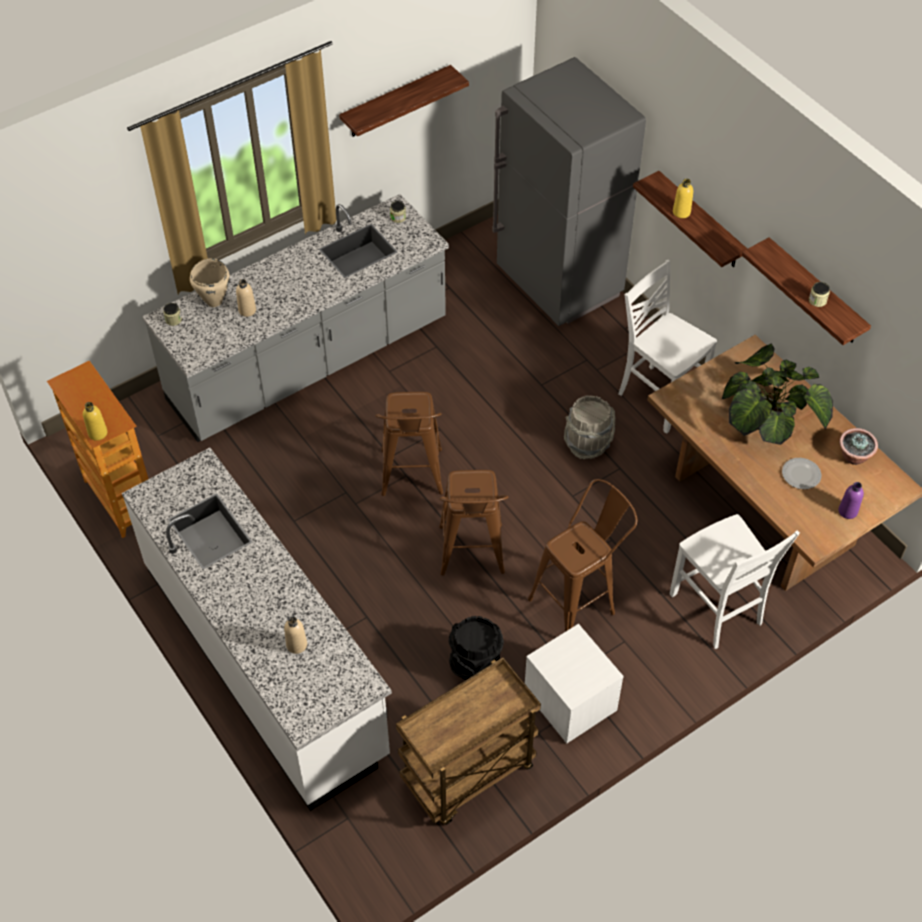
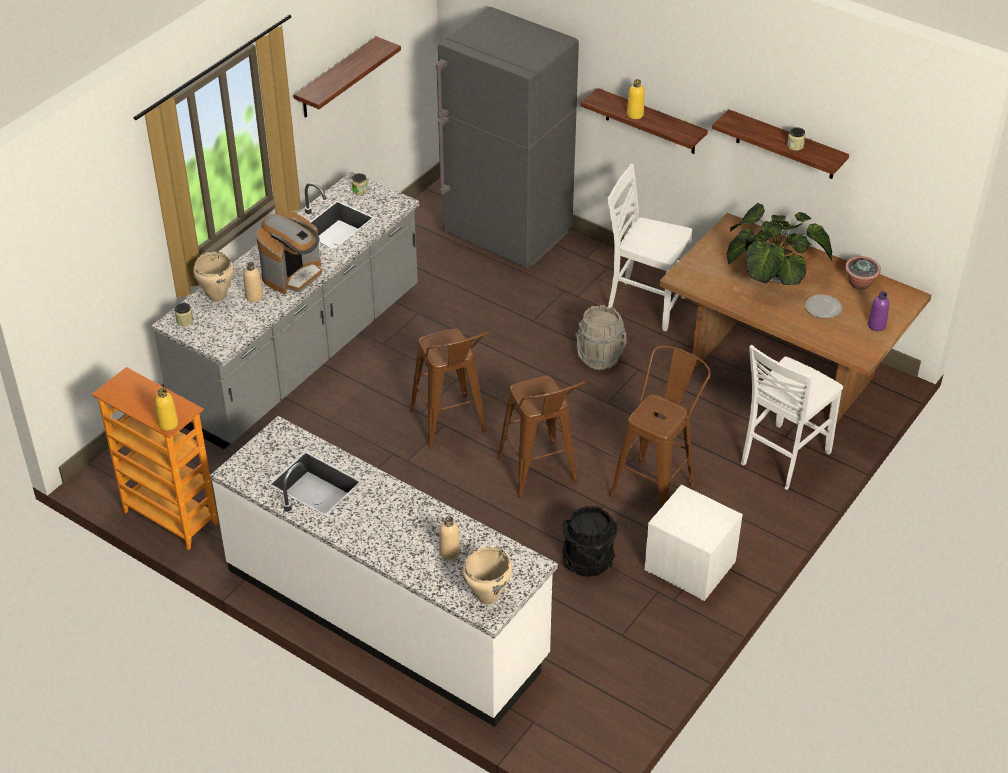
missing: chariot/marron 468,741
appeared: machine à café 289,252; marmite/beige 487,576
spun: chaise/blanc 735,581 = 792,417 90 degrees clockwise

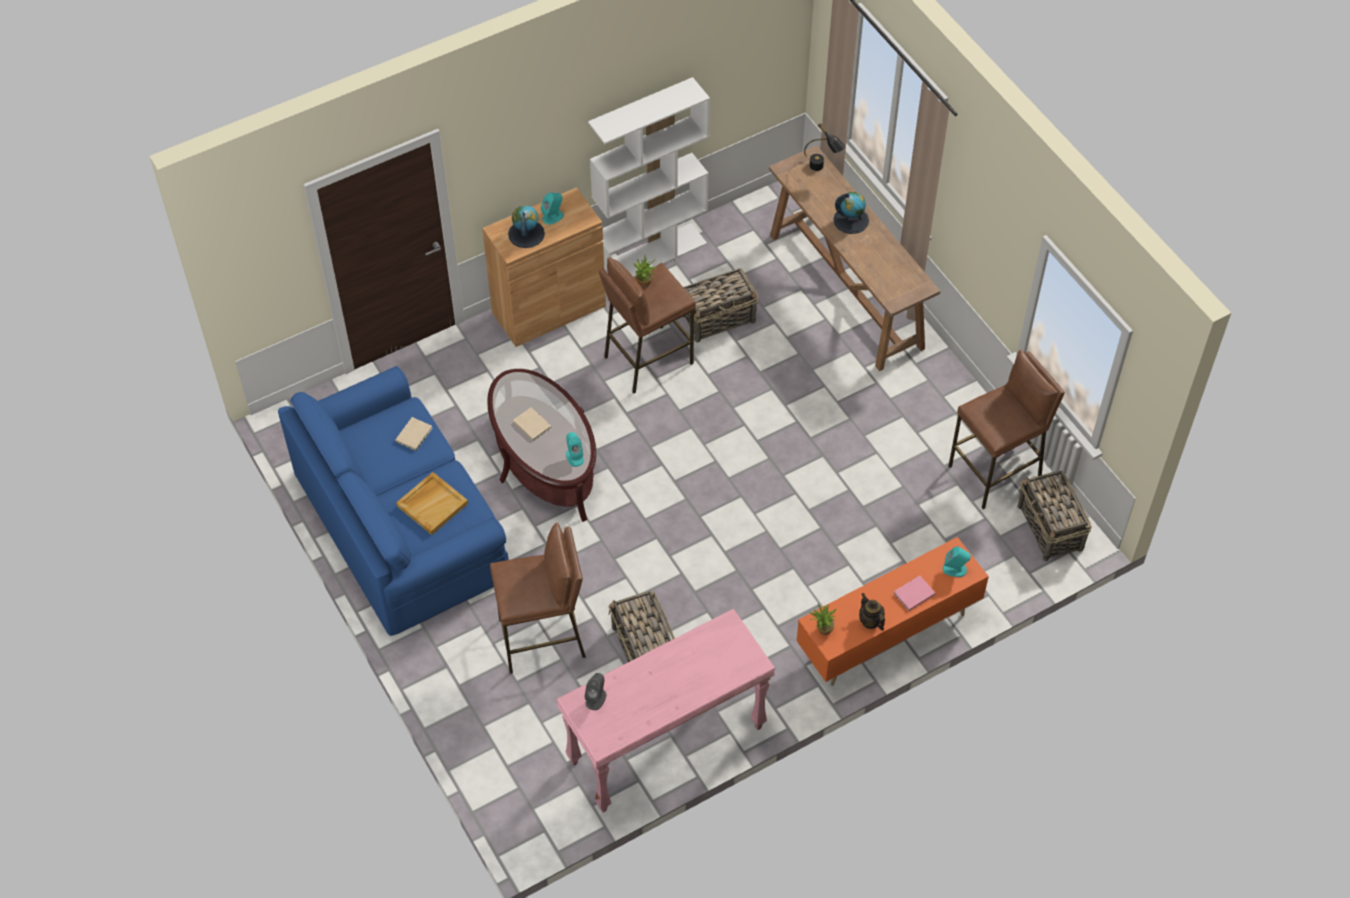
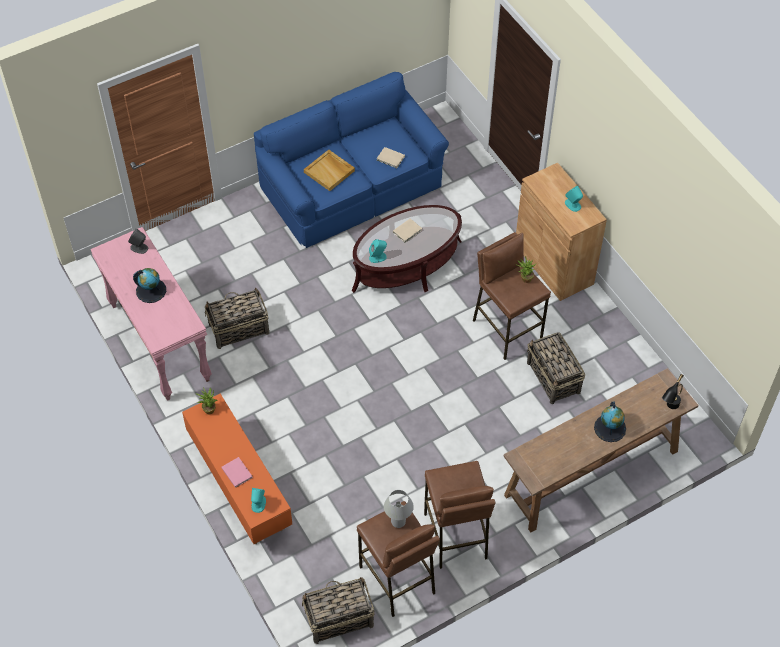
missing: bibliothèque/blanc 649,177; théière 872,611
appeared: lampe de table/blanc 399,509
relocated: globe 526,226 to 149,285; tabouret/marron 538,598 to 459,515

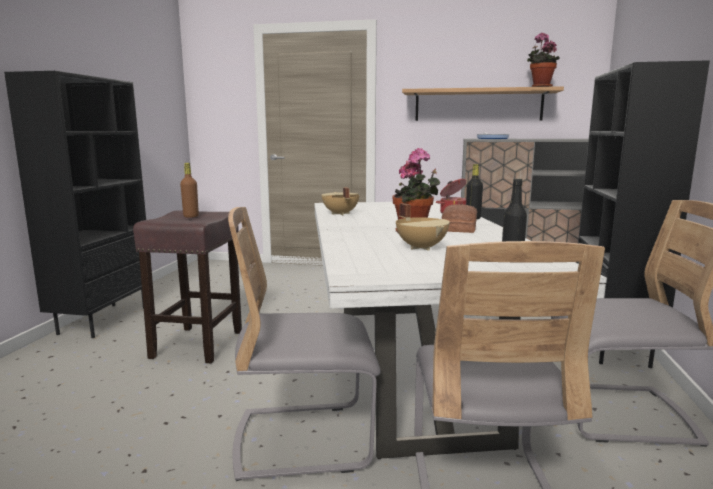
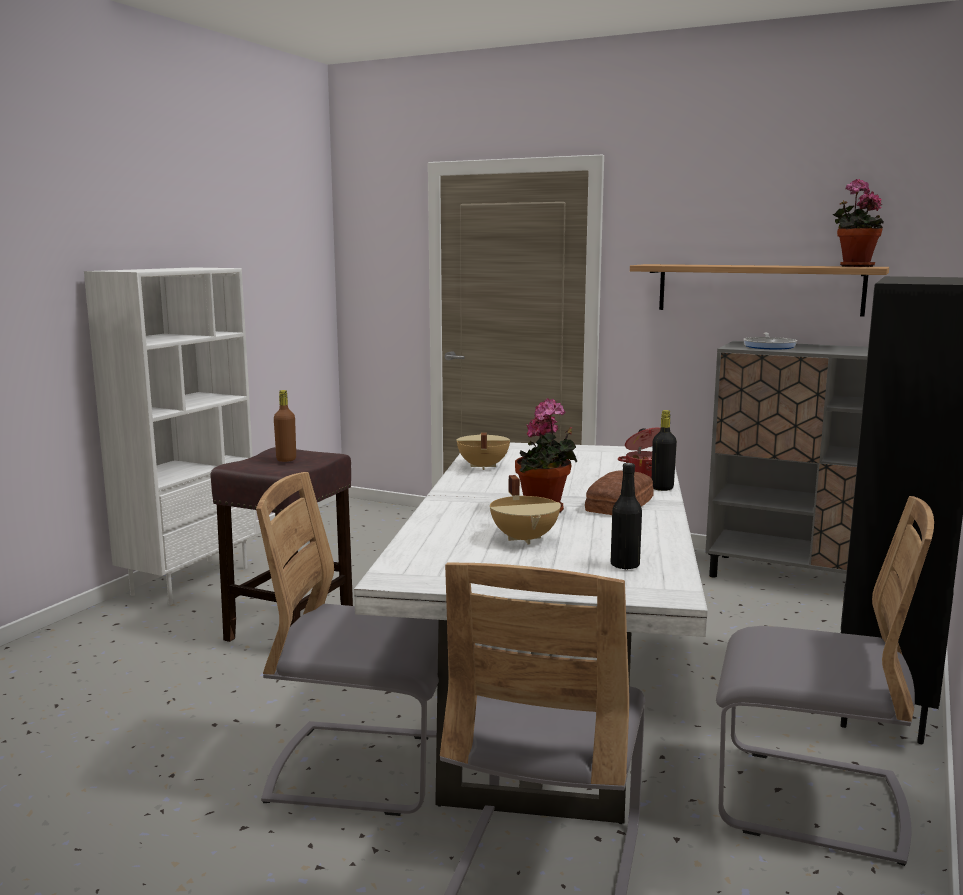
colour: bibliothèque/noir 75,204 to bibliothèque/blanc 170,436

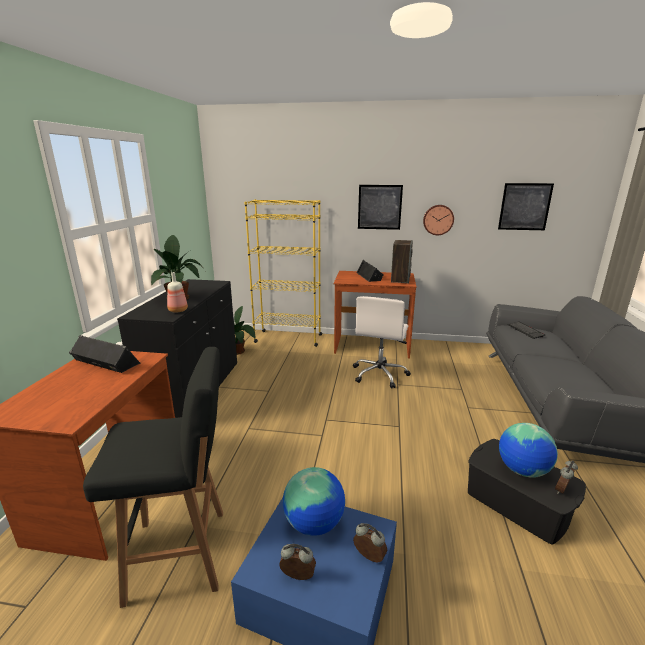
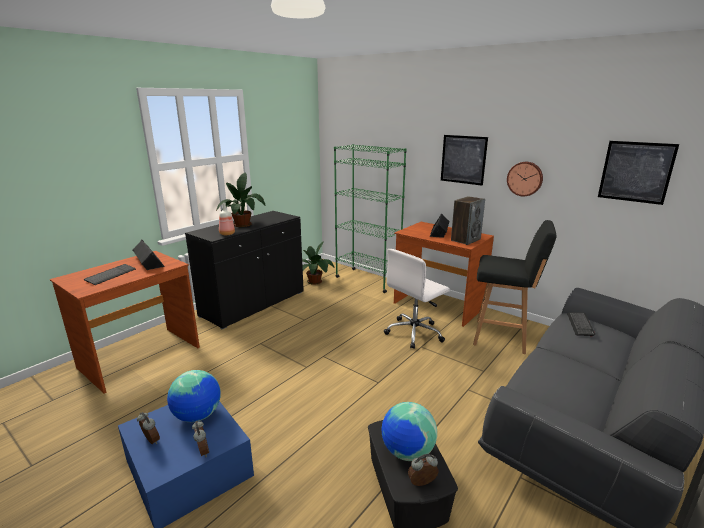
appeared: clavier 110,274
relocated: tabouret/noir 153,477 to 515,287
colour: bibliothèque/jaune 283,273 to bibliothèque/vert 370,218

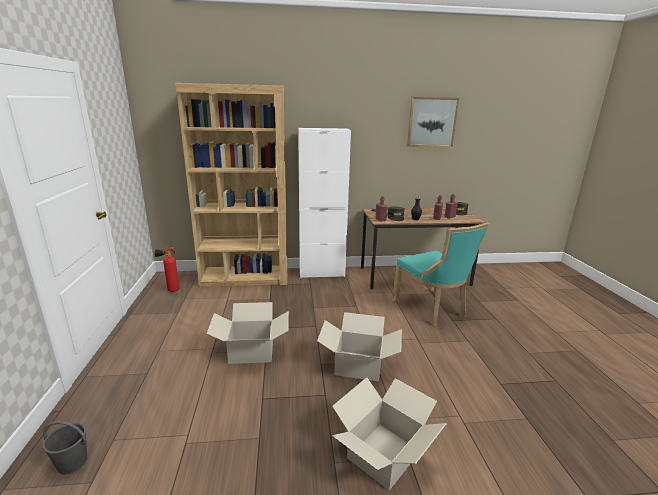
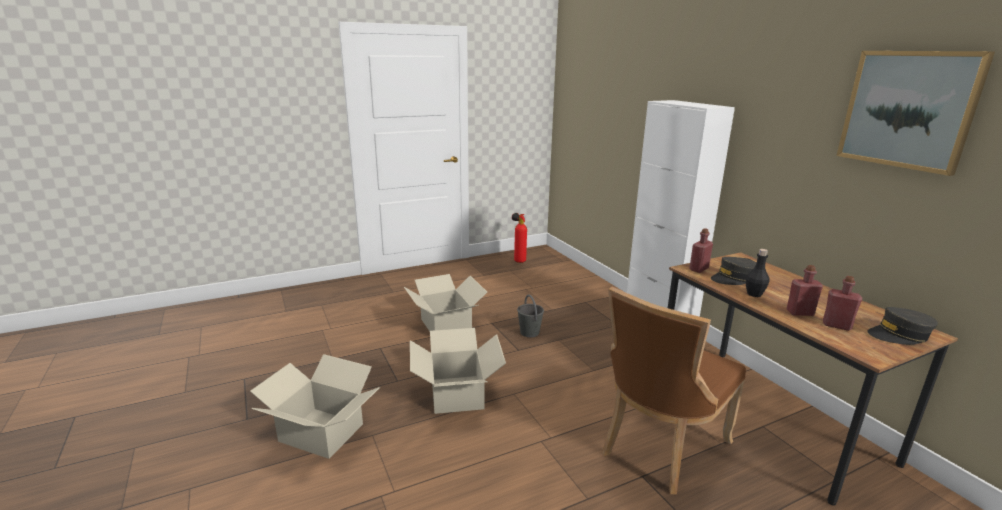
missing: bibliothèque/marron 231,185
relocated: seau/gris 65,447 to 530,315
colour: chaise/turquoise 441,274 to chaise/marron 674,391

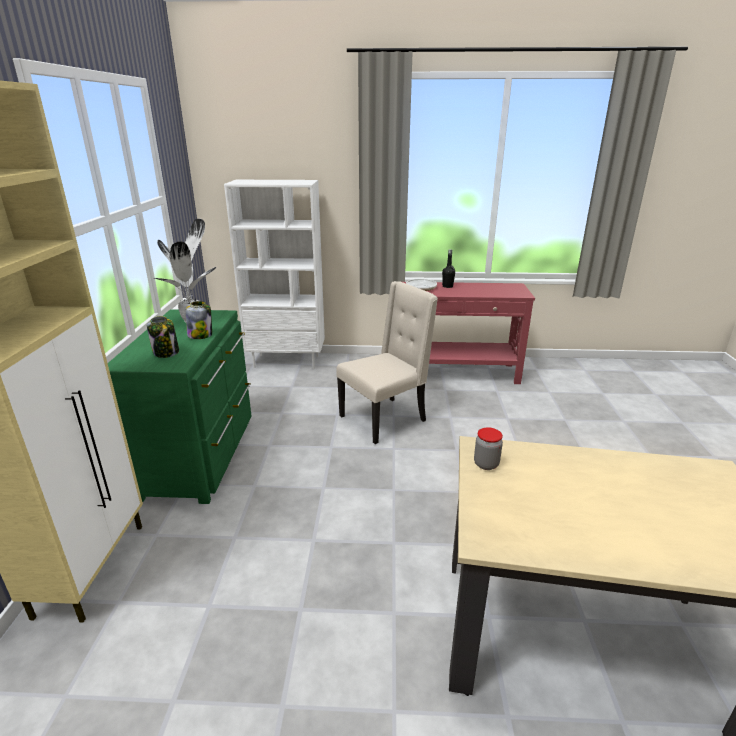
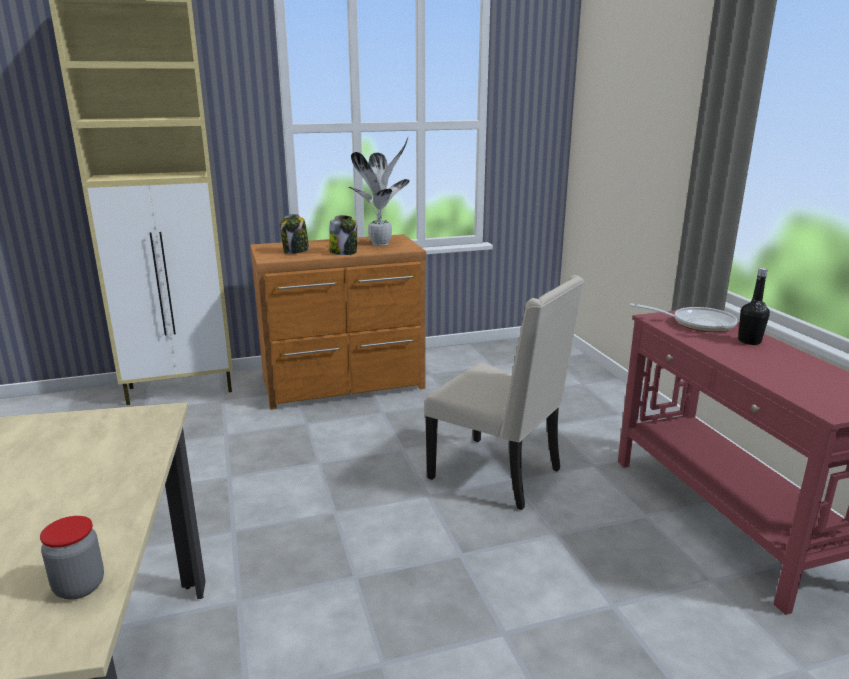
missing: bibliothèque/blanc 274,274
relocated: bocal 488,448 to 72,558
colour: commode/vert 180,406 to commode/marron 338,322

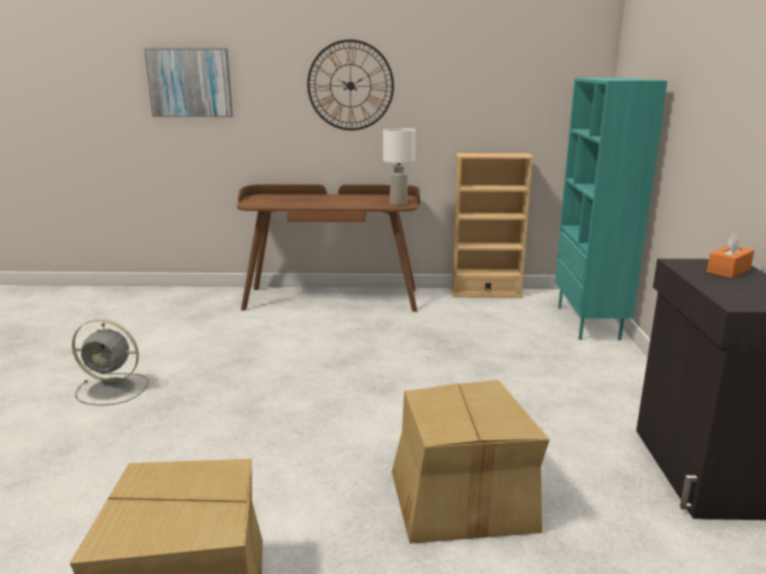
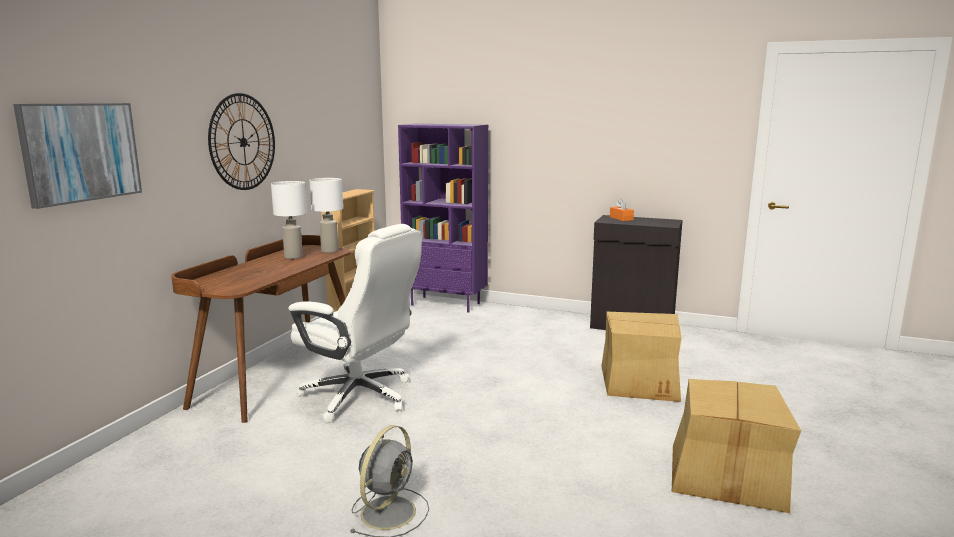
appeared: lampe de table/blanc 289,220; chaise de bureau/blanc 355,323
colour: bibliothèque/turquoise 611,209 to bibliothèque/violet 443,218

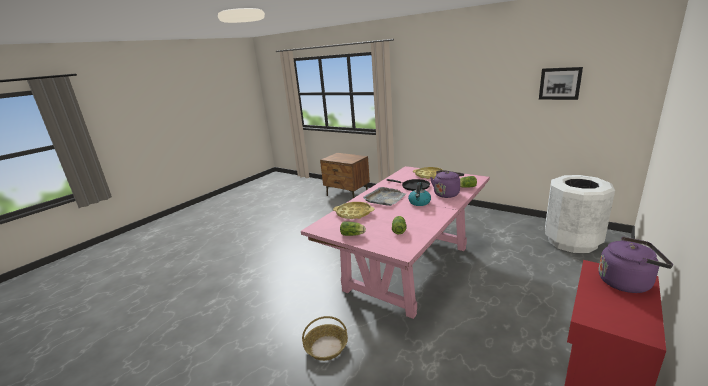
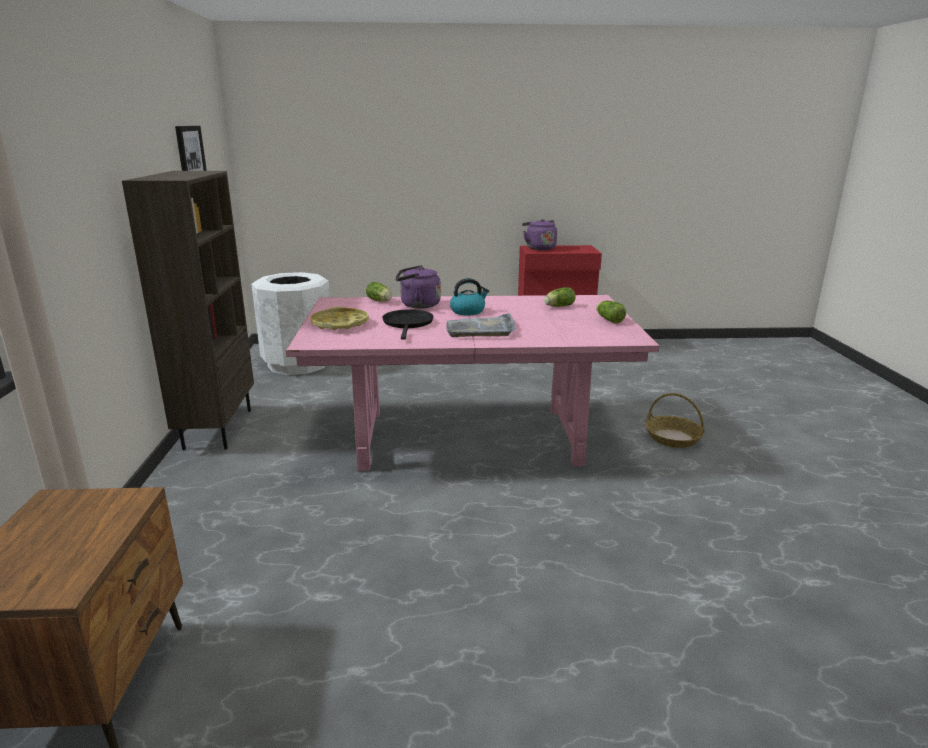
missing: plateau/jaune 353,210
appeared: bibliothèque/marron 188,310

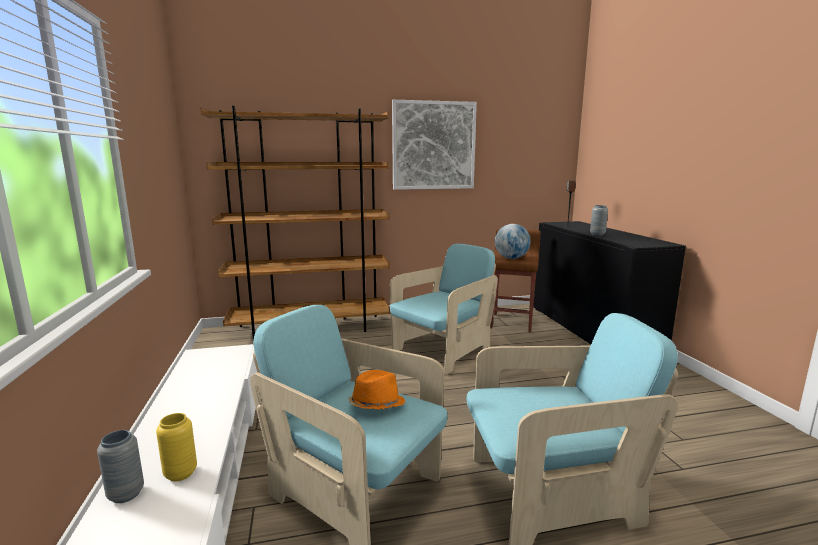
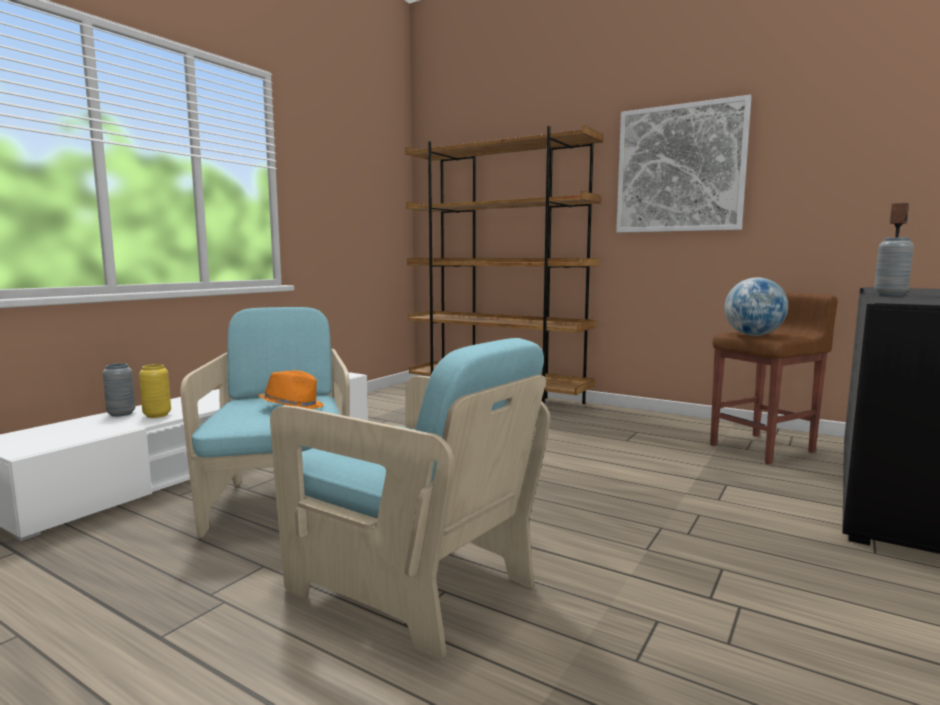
missing: fauteuil/turquoise 444,309

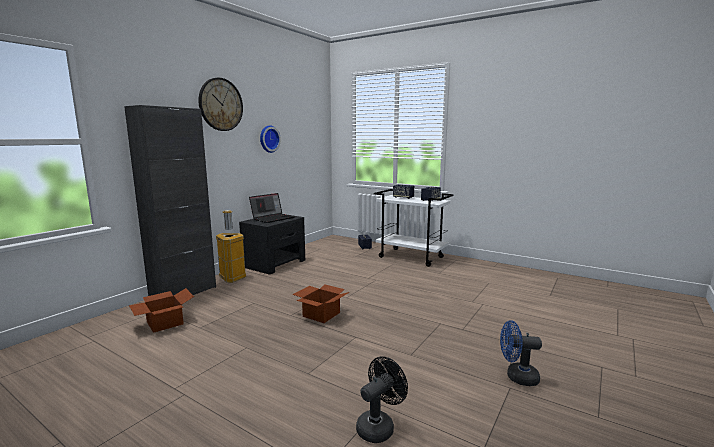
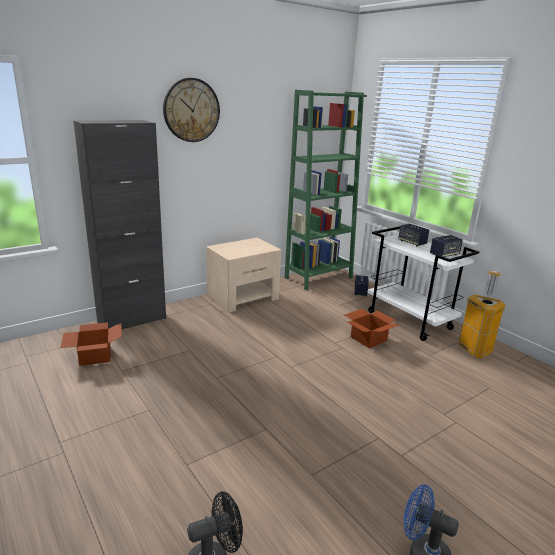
missing: ordinateur portable 272,208; horloge murale 270,139
appeared: bibliothèque/vert 326,190
relocated: carton 321,303 to 372,328; poubelle 231,246 to 481,315
colour: table de chevet/noir 272,245 to table de chevet/beige 243,275

